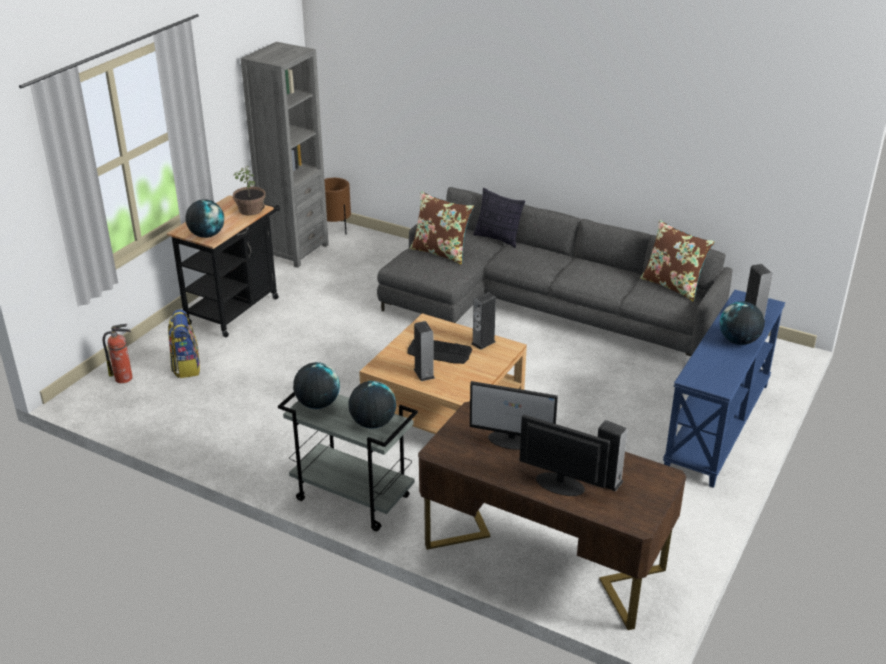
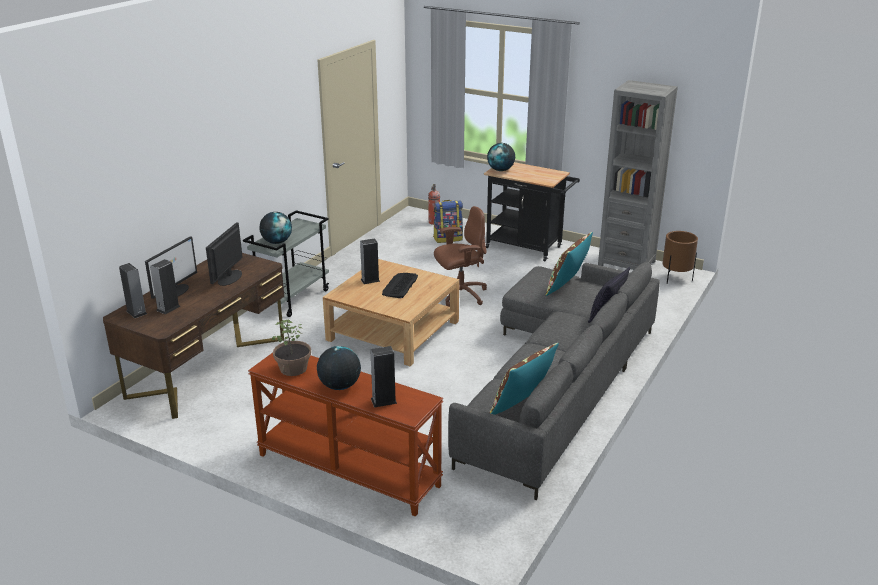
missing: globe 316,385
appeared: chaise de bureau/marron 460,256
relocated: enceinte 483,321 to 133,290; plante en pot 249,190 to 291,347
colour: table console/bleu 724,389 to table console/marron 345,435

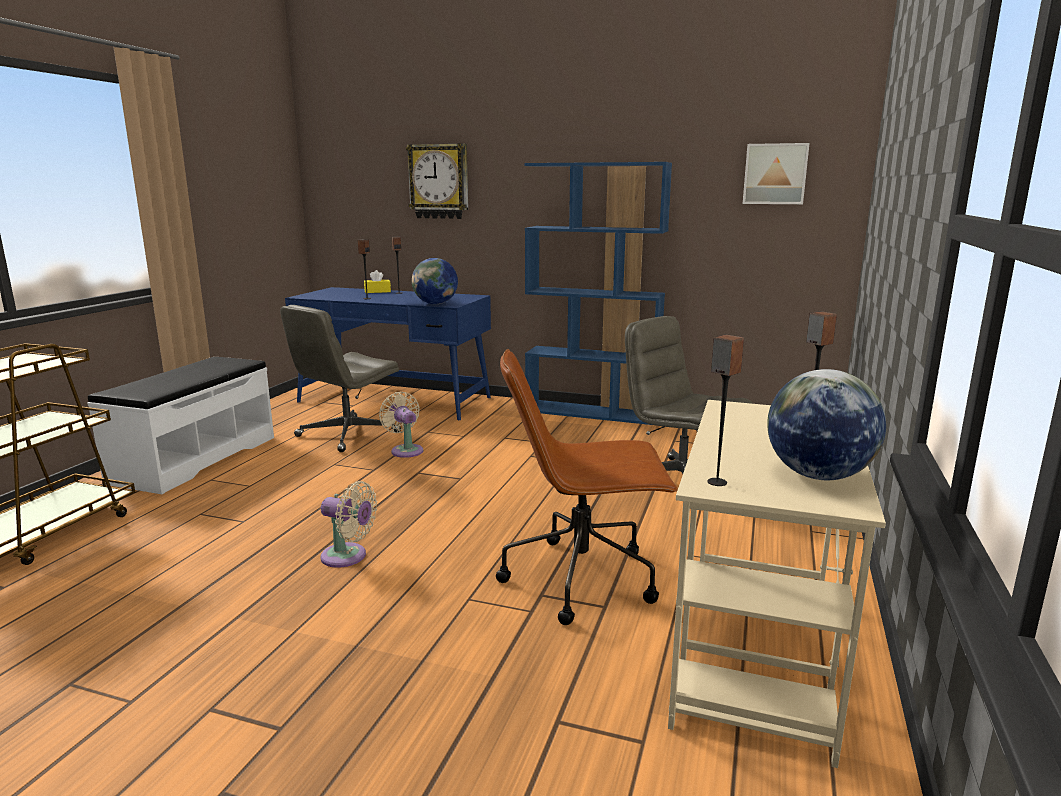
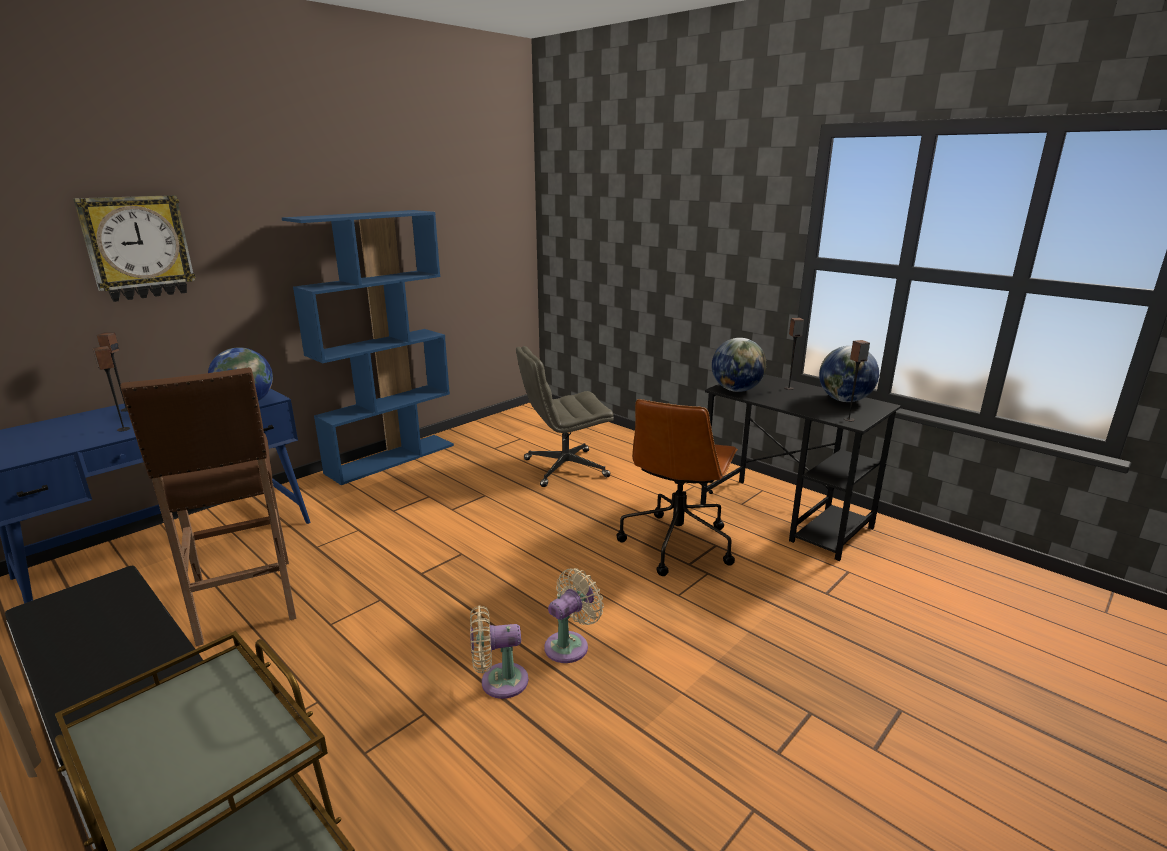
missing: boîte à mouchoirs/jaune 377,281; tableau 776,173
appeared: globe 739,365
relocated: ventilateur/beige 401,425 to 499,652
exchanged: chaise de bureau/gris 340,378 to tabouret/marron 208,506
colour: bureau/beige 777,584 to bureau/noir 800,467

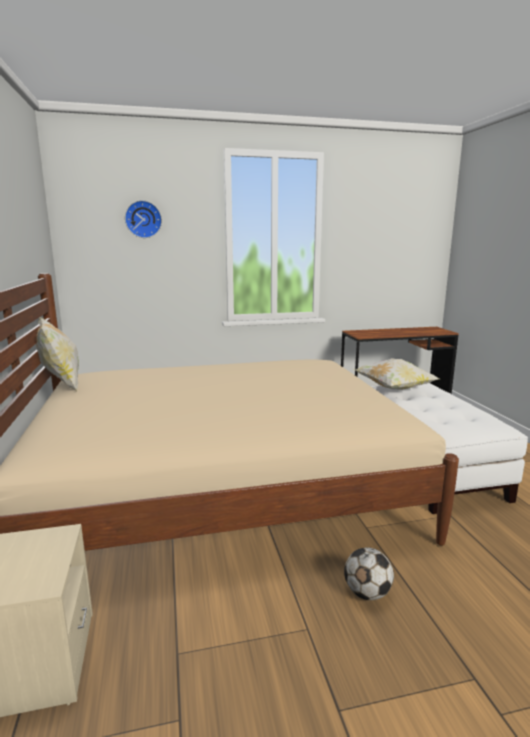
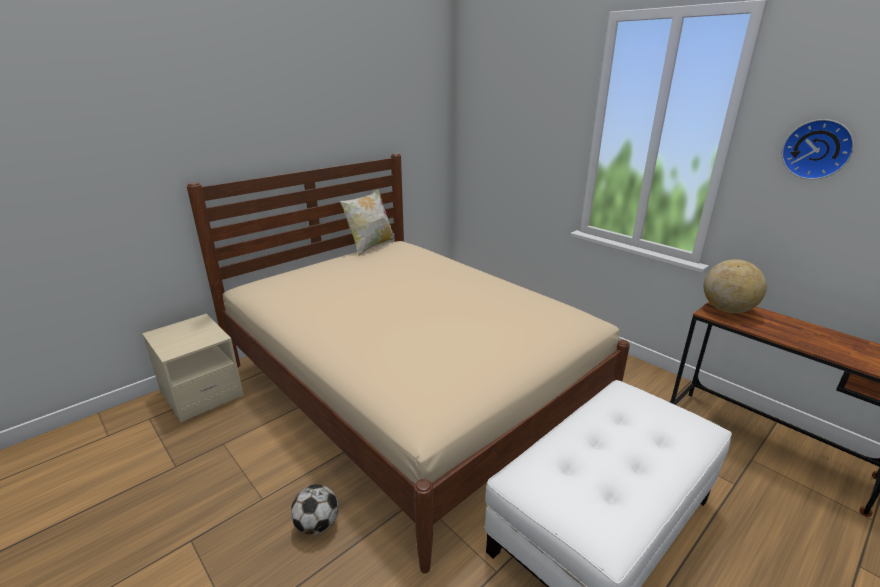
missing: coussin 397,374
appeared: globe 735,286
relocated: horloge murale 143,219 to 818,149

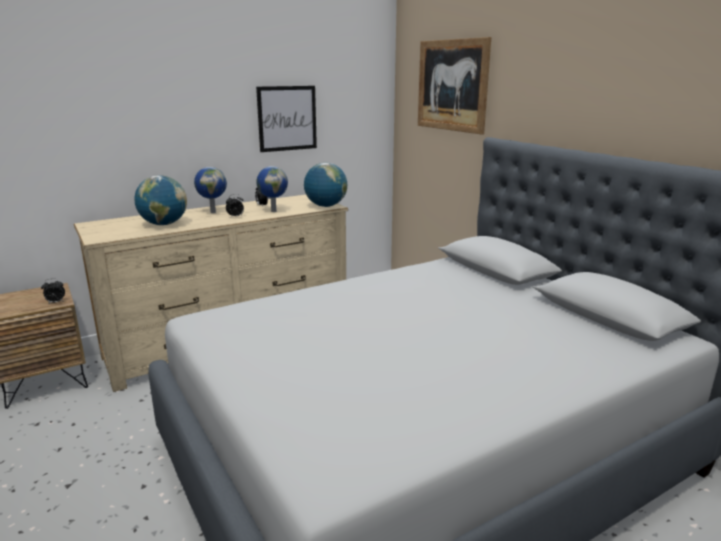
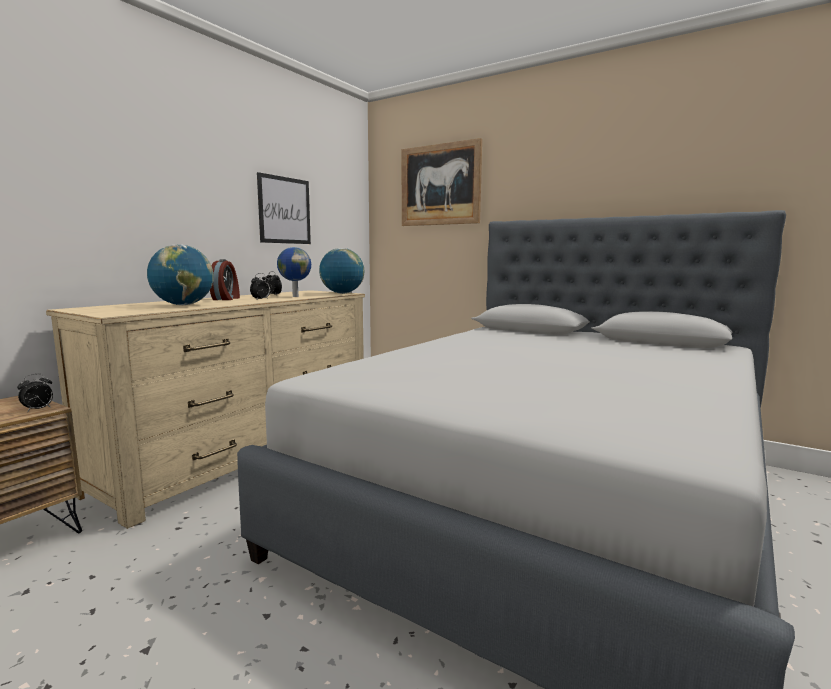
exchanged: globe 210,190 to réveil 225,279

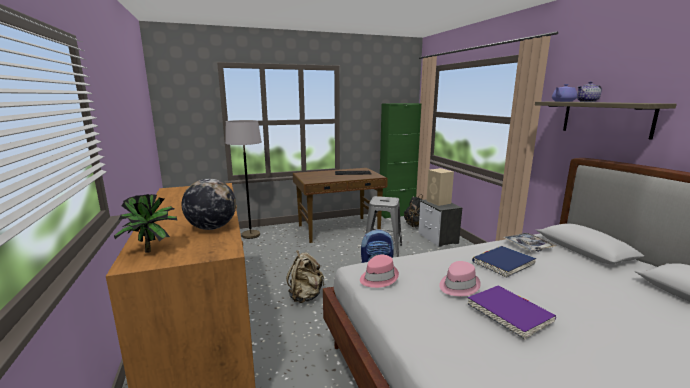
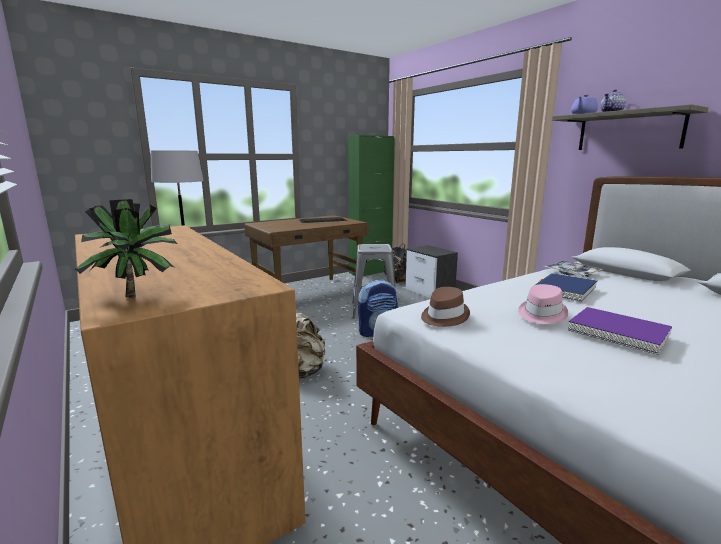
missing: globe 209,204; enceinte/beige 440,187
colour: chapeau/rose 379,271 to chapeau/marron 445,307

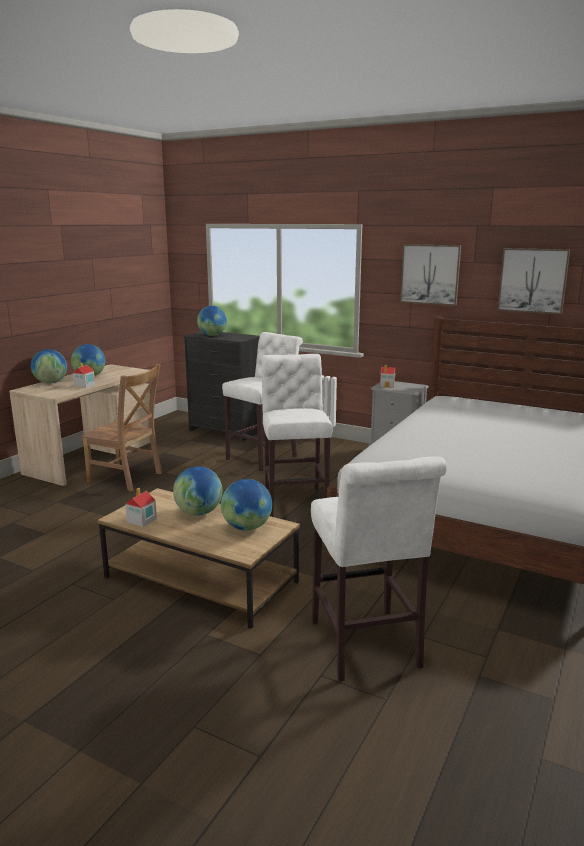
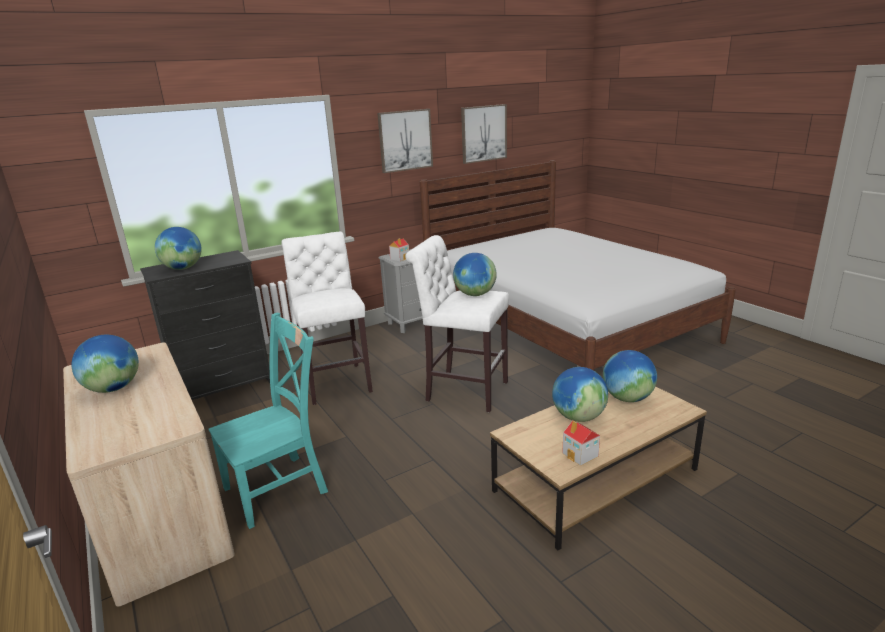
missing: maison miniature 84,375; tabouret/blanc 379,568
relocated: globe 49,366 to 475,274
colour: chaise/marron 121,427 to chaise/turquoise 268,420

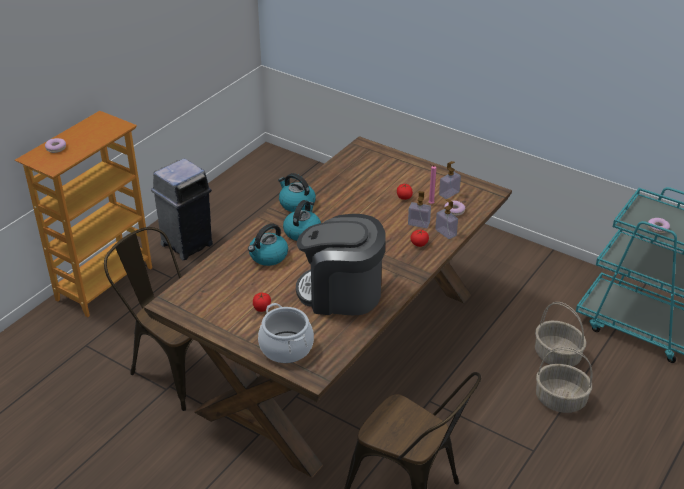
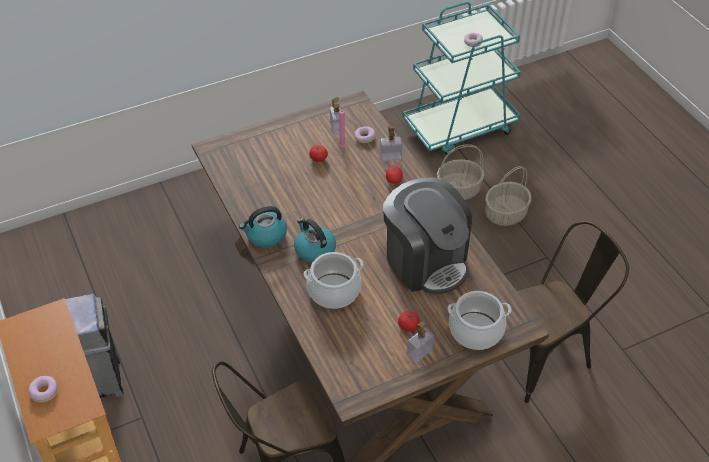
relocated: distributeur de savon 419,209 to 420,342
exchanged: bouilloire 268,244 to marmite 334,280
spun: machine à café 341,264 = 427,236 75 degrees counterclockwise

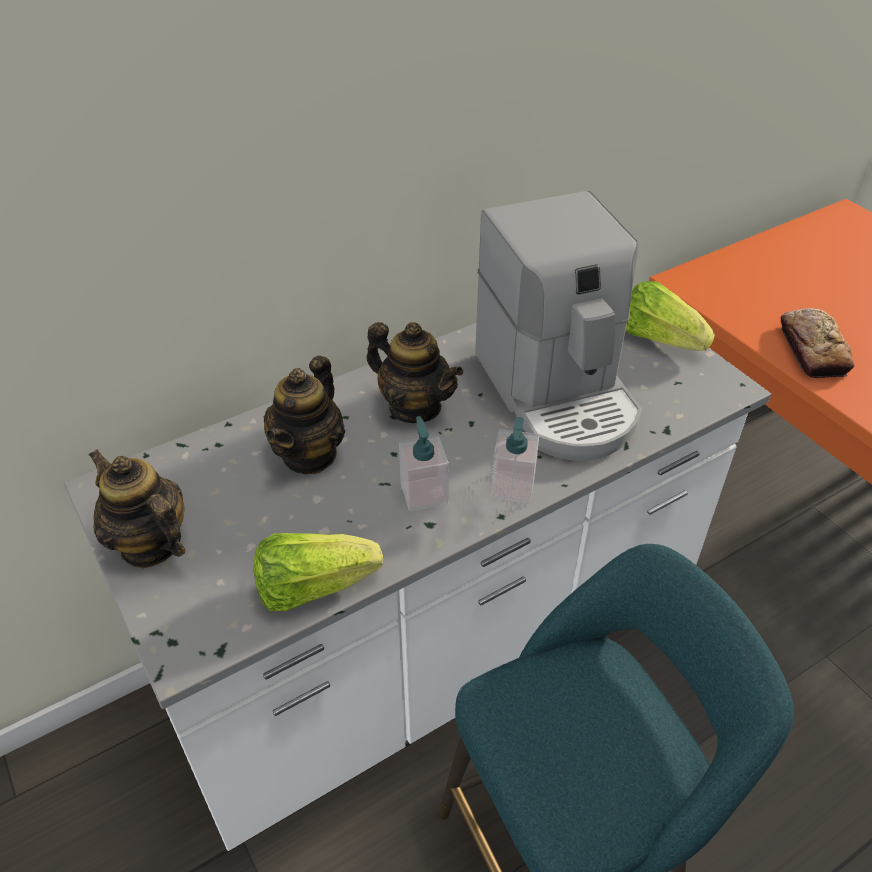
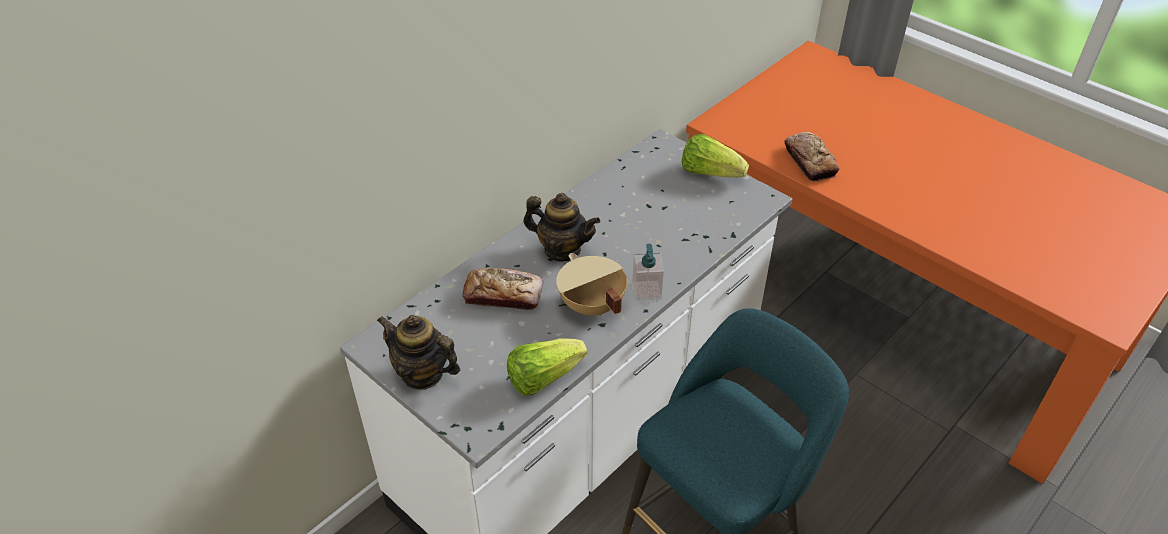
missing: machine à café 558,326
exchanged: théière 304,415 to pain 503,289; distributeur de savon 424,464 to marmite/beige 591,284

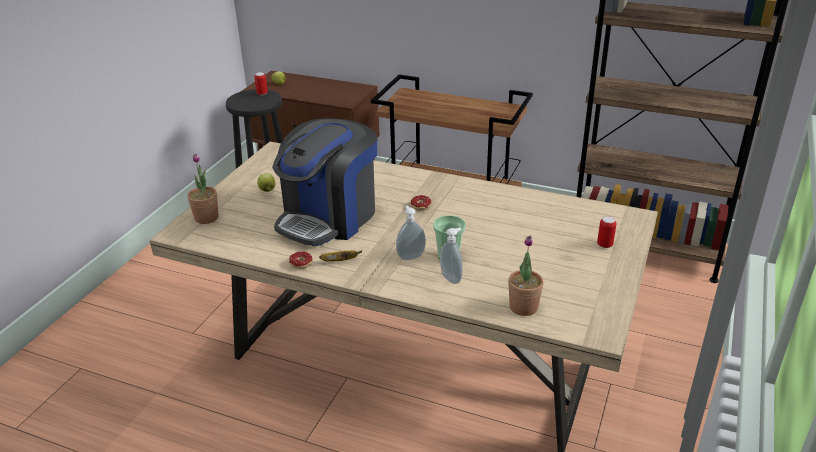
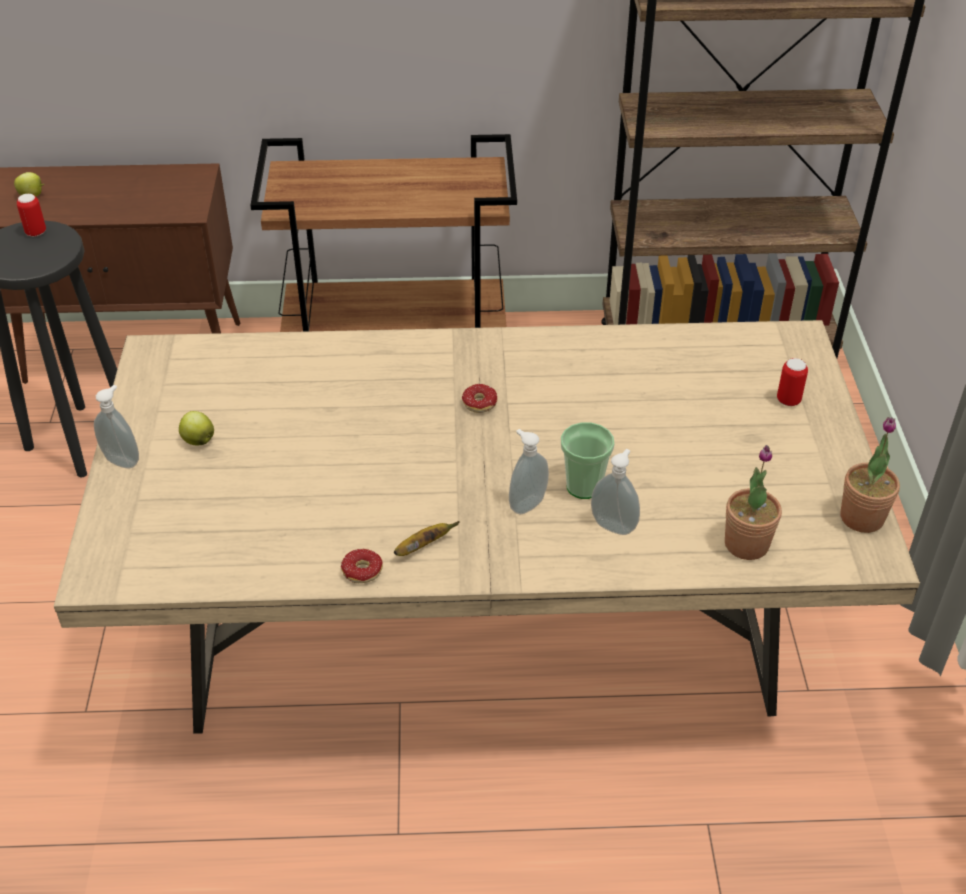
missing: machine à café 324,182
appeared: distributeur de savon 116,427
relocated: plante en pot 202,189 to 870,475

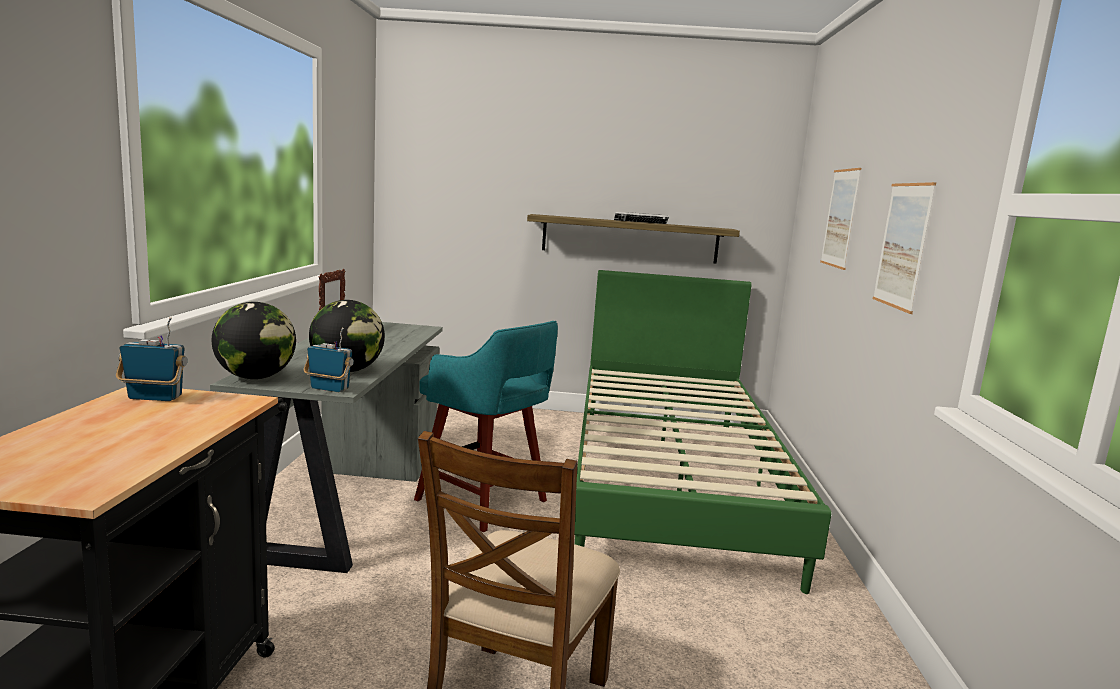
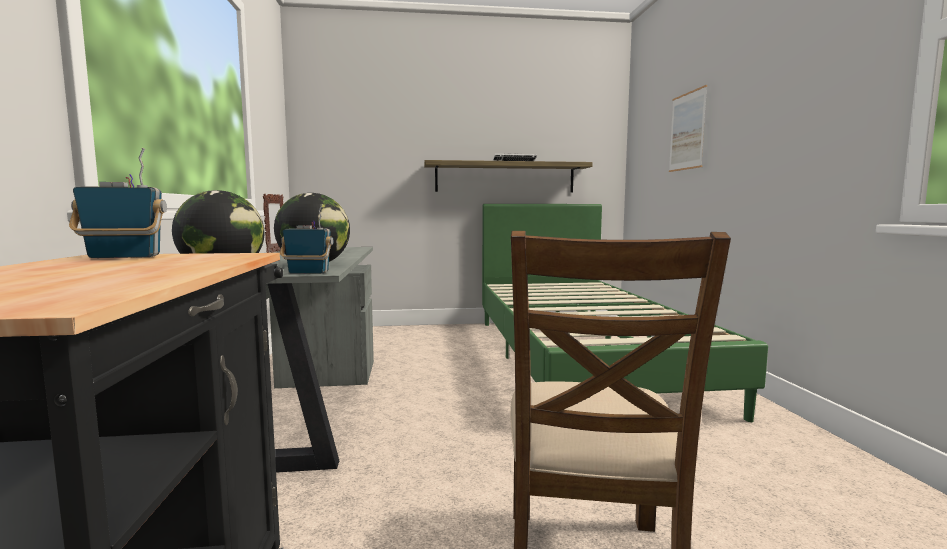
missing: tabouret/turquoise 486,426; tableau 904,248

